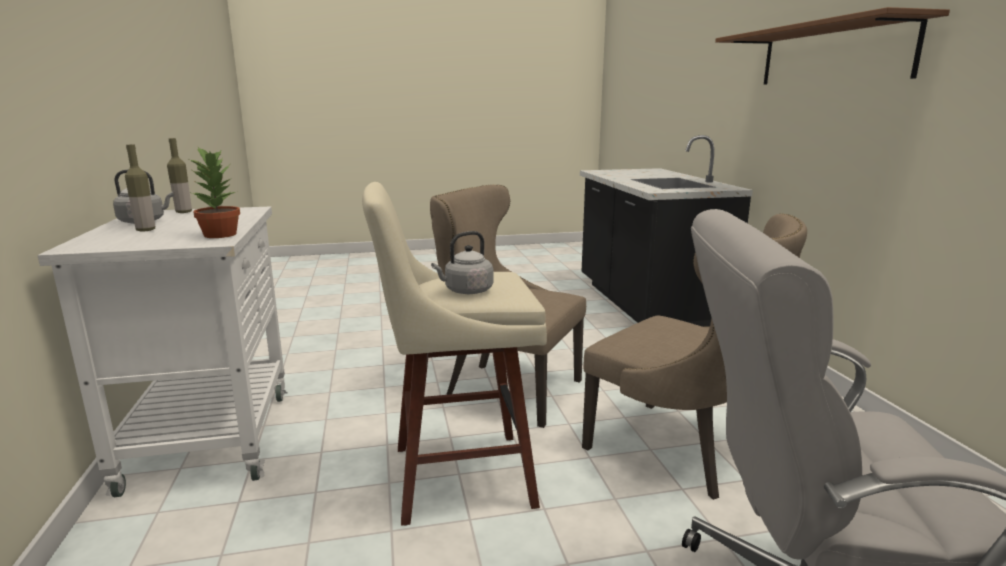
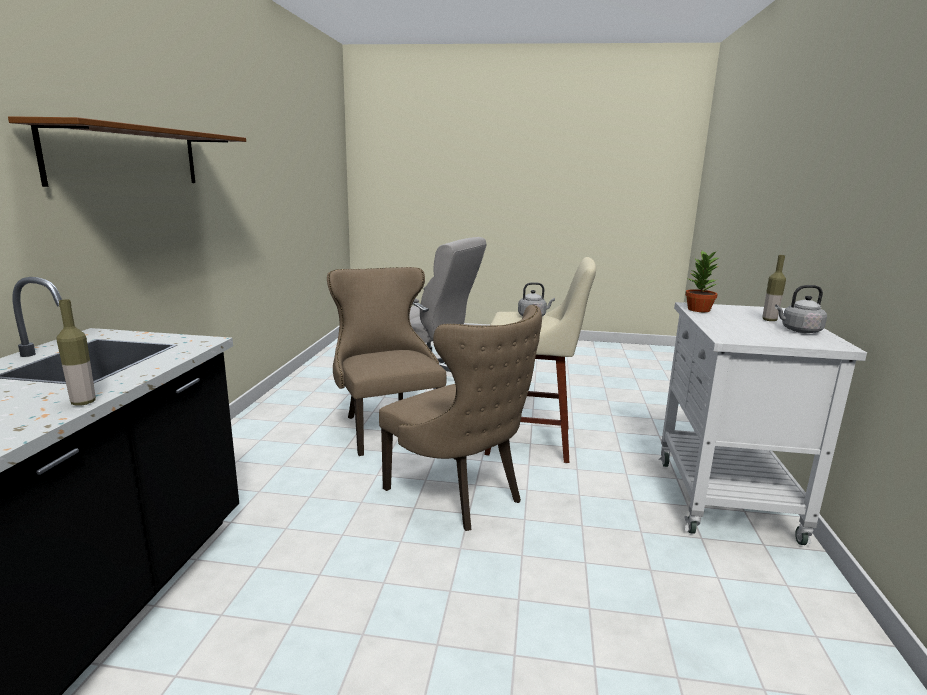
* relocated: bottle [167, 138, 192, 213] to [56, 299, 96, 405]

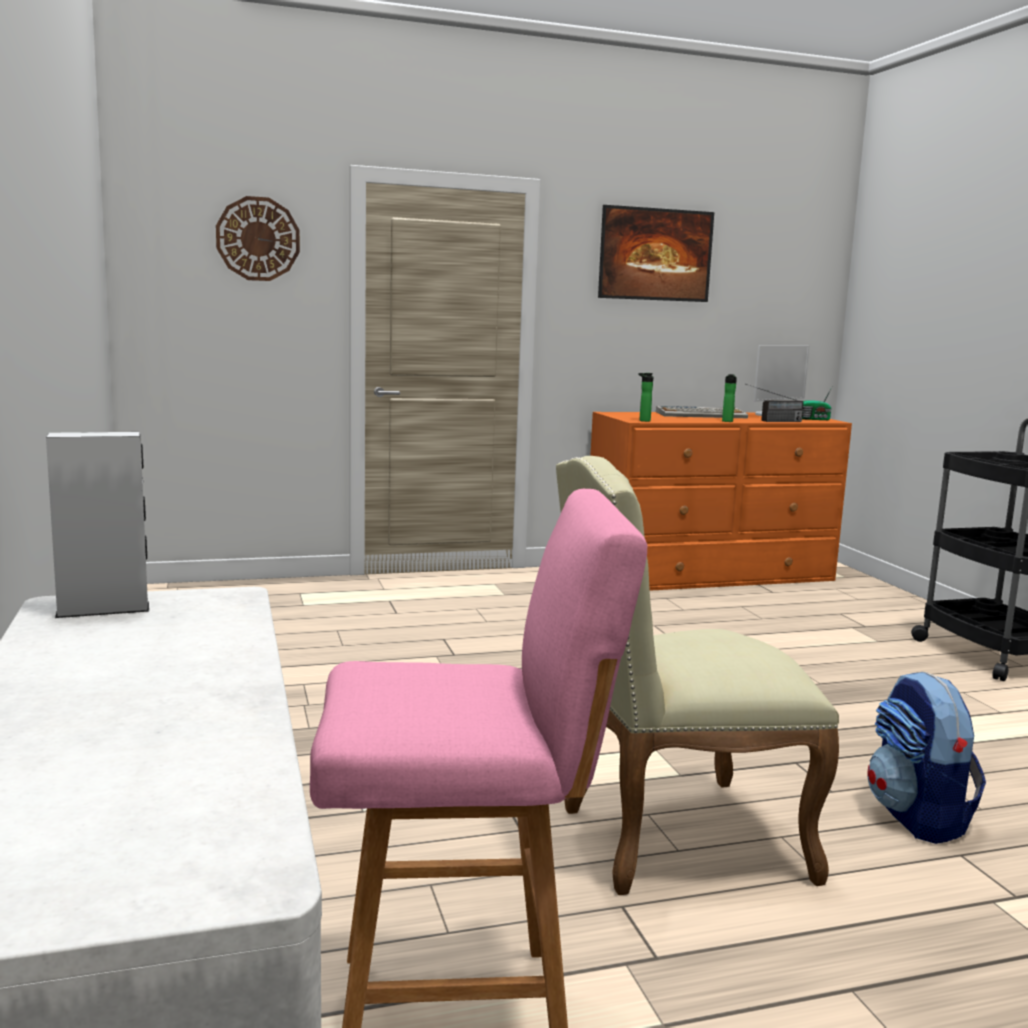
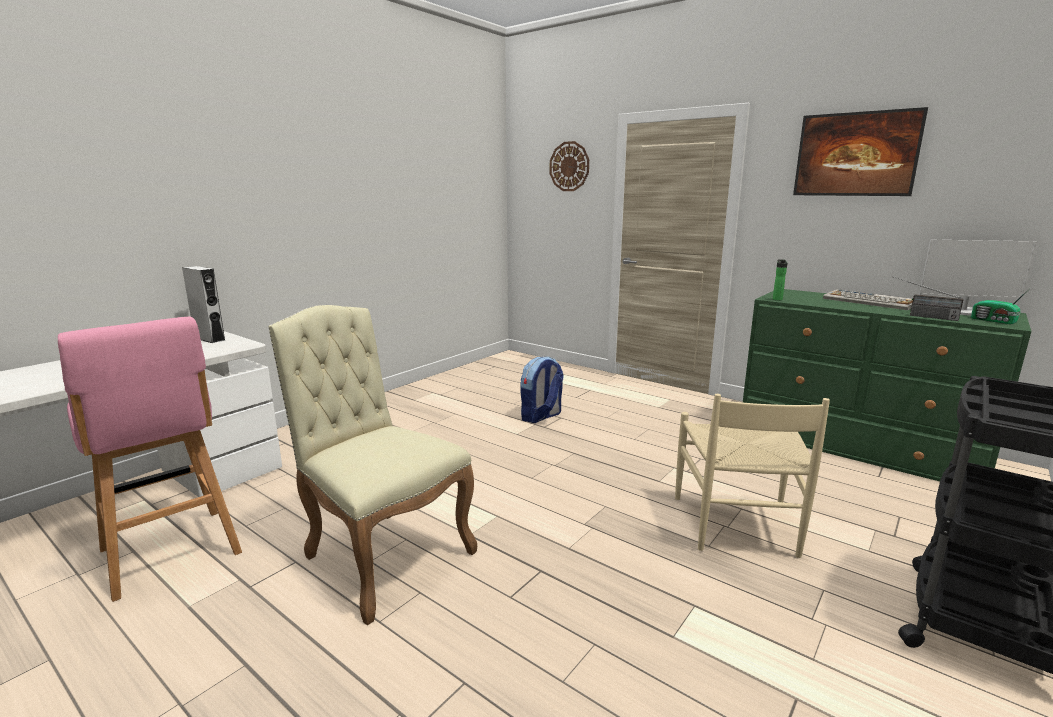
* relocated: backpack [867, 672, 986, 844] to [520, 356, 564, 423]
* appeared: plain chair in sand-coloured [675, 394, 830, 558]
* colour: chest of drawers in orange-coloured [590, 412, 852, 591] to chest of drawers in green-coloured [743, 289, 1031, 481]
* missing: bottle [722, 374, 737, 422]

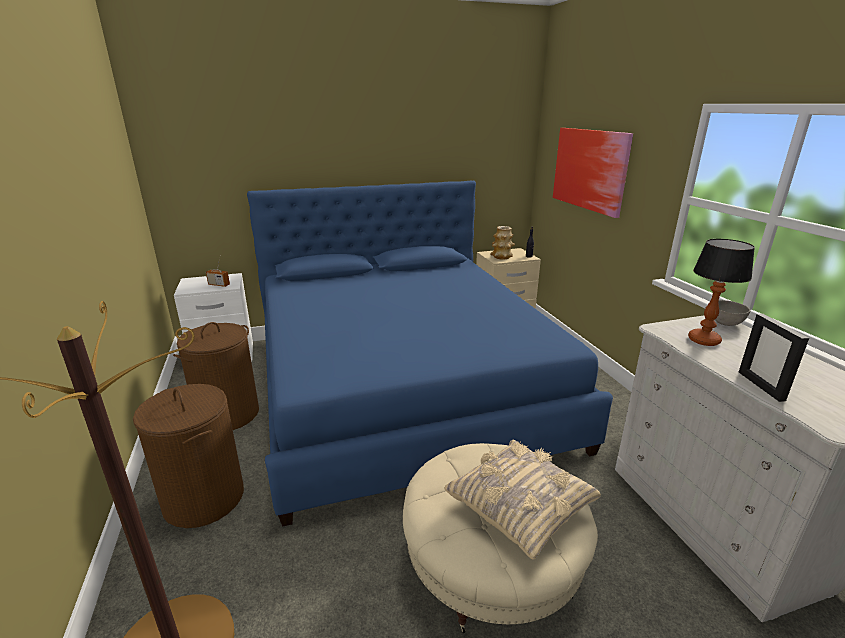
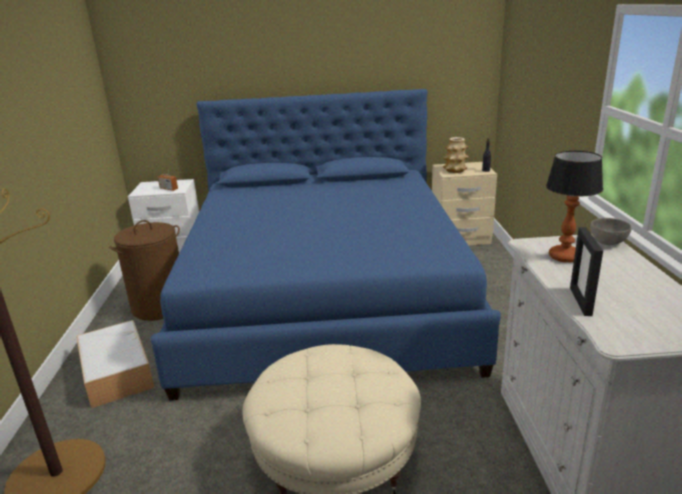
* exchanged: washing basket in brown-coloured [133, 384, 244, 528] to storage container [76, 320, 155, 408]
* missing: pillow in sand-coloured [445, 440, 601, 559]
* missing: wall picture [553, 128, 633, 218]

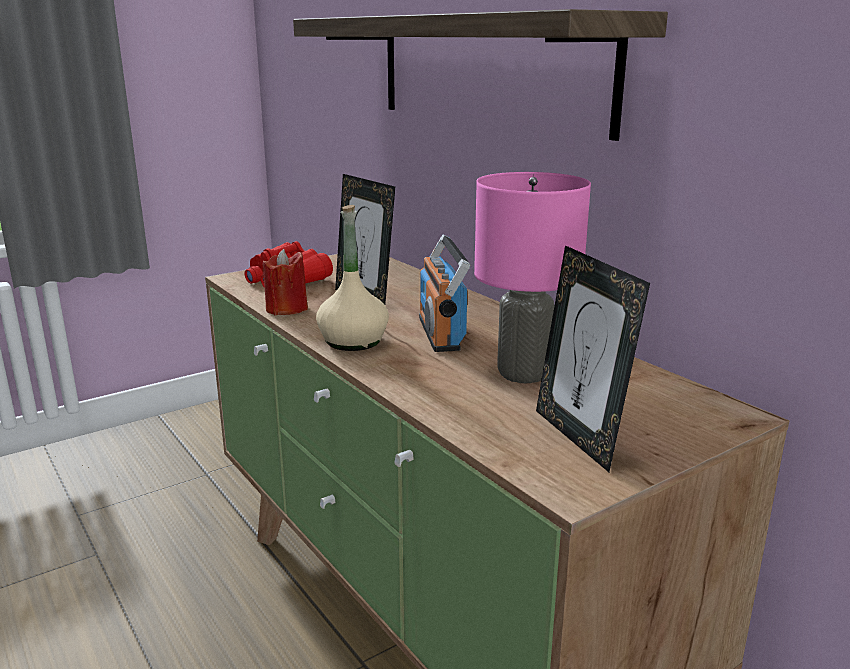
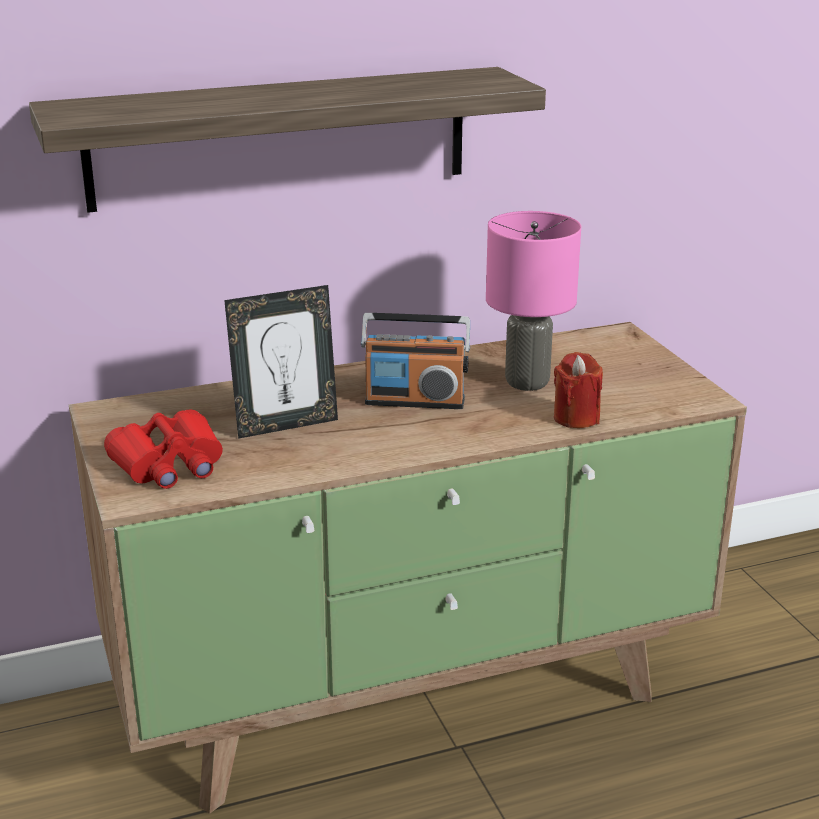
* relocated: wax light in reddish [262, 249, 308, 315] to [554, 352, 603, 428]
* missing: bottle in sand-coloured [316, 205, 389, 351]
* missing: photo frame [536, 245, 650, 472]

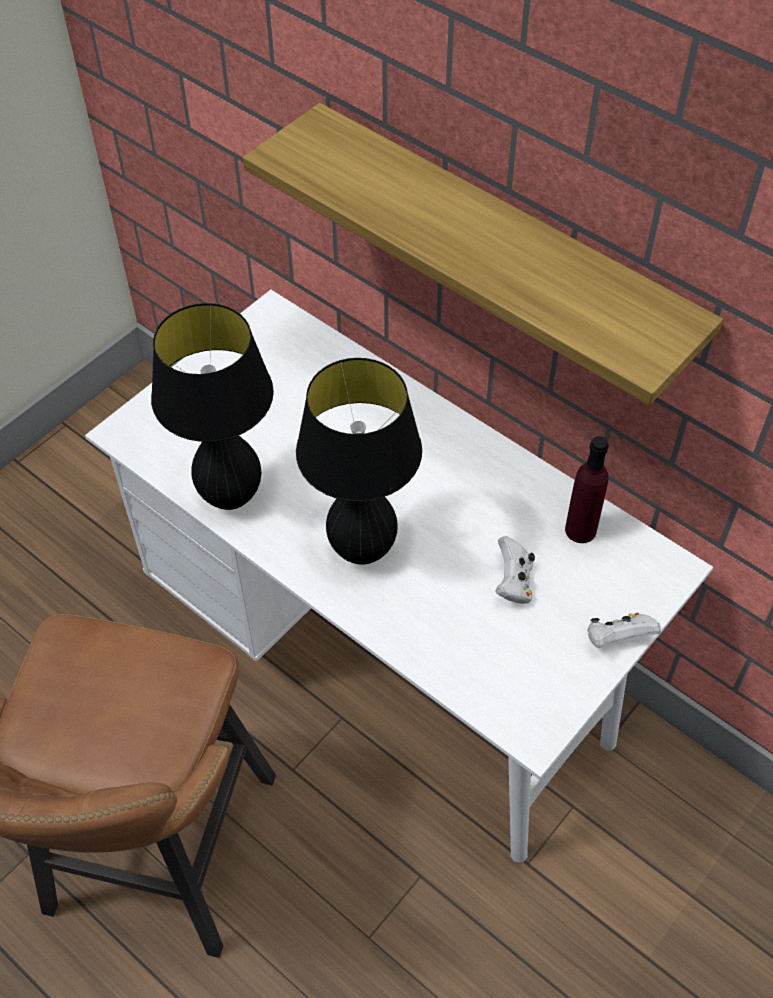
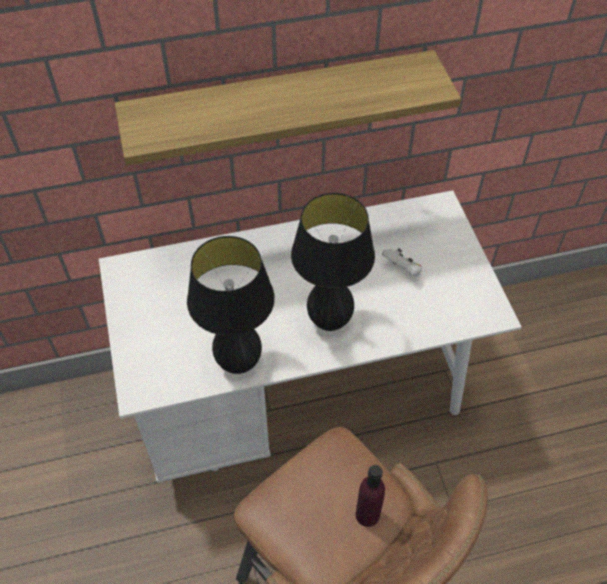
* relocated: bottle in purple [565, 436, 609, 543] to [356, 465, 385, 527]
* missing: game controller in white-coloured [587, 613, 661, 648]

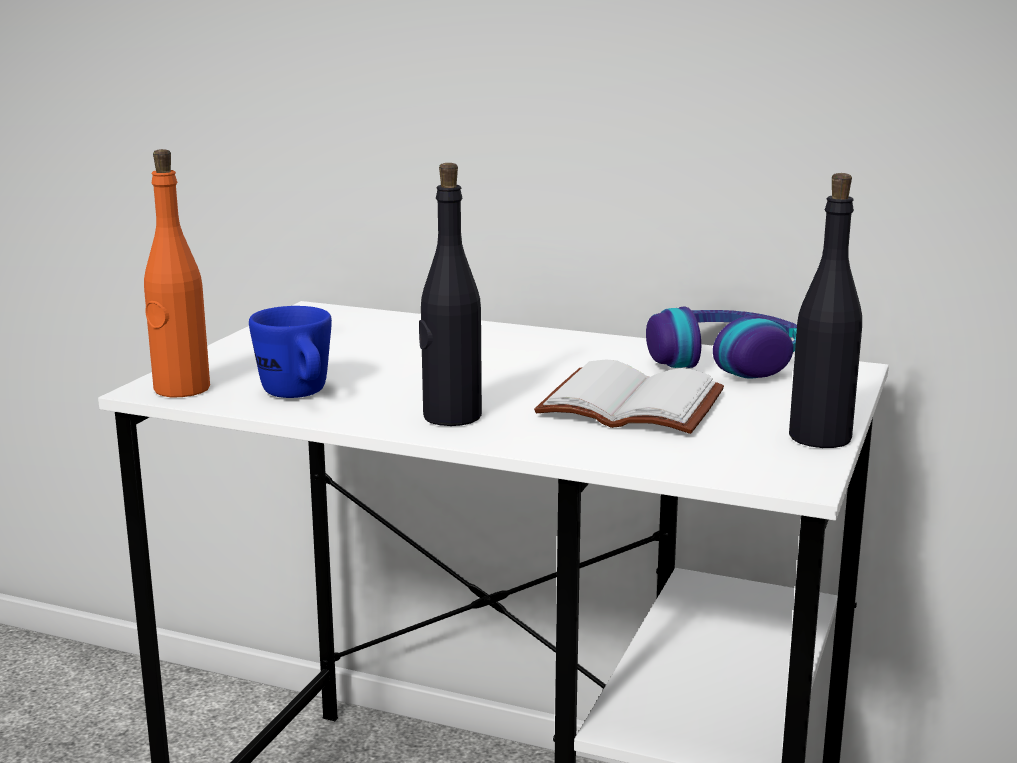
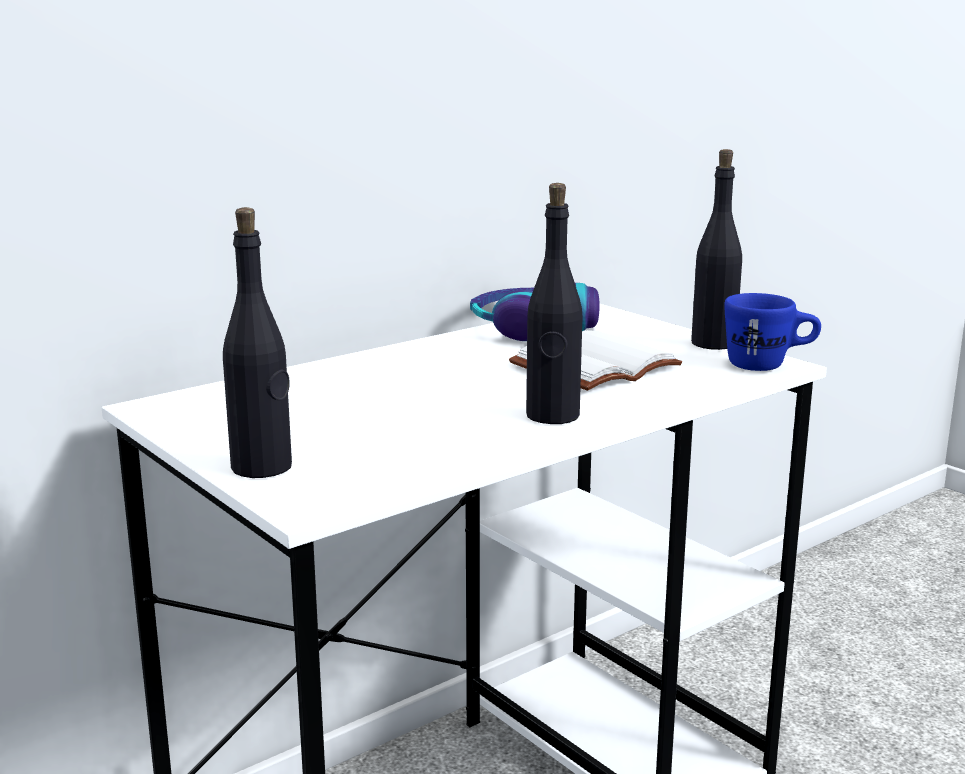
* appeared: bottle in black [223, 207, 292, 478]
* relocated: mug in bluish [249, 306, 332, 398] to [724, 293, 821, 371]
* missing: bottle in orange-coloured [144, 149, 210, 398]

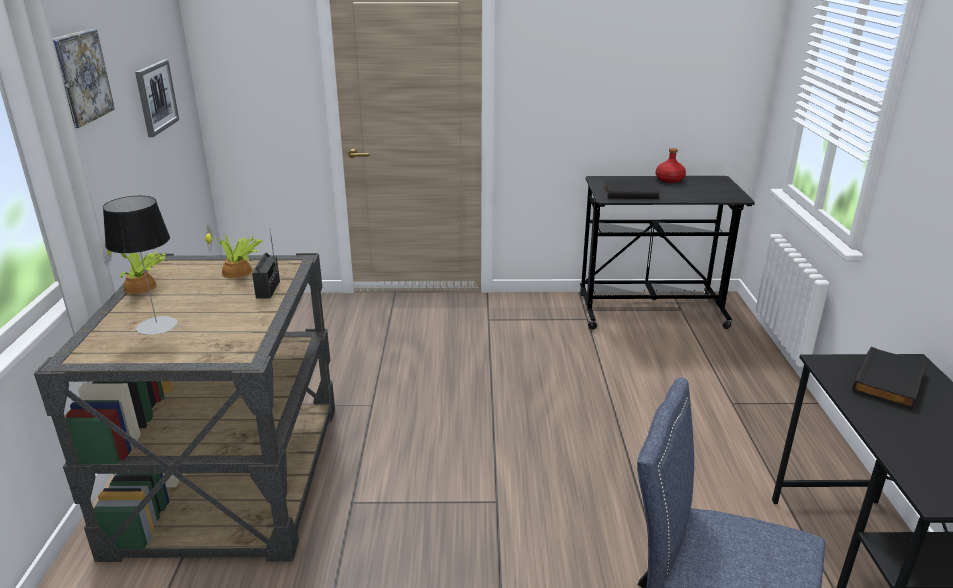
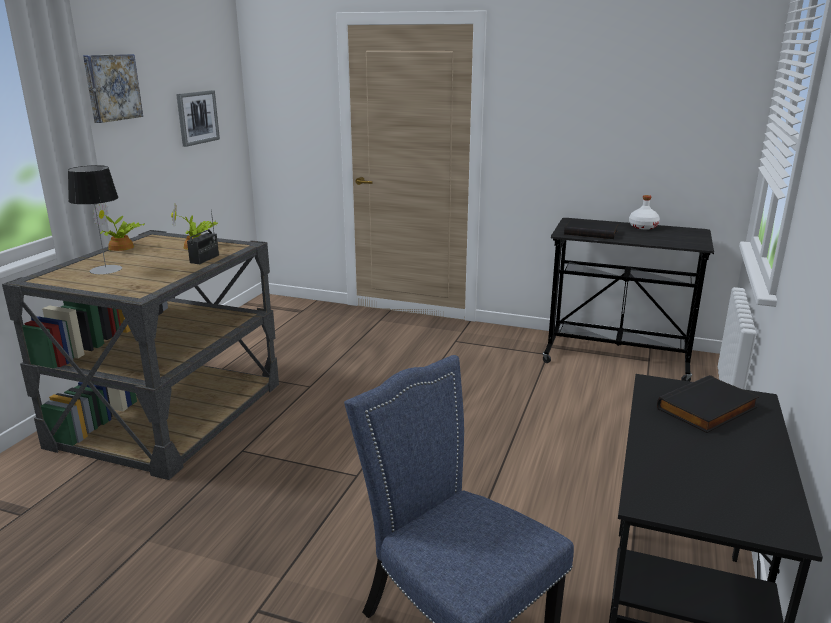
* colour: bottle in reddish [655, 148, 686, 183] to bottle in white-coloured [629, 195, 660, 229]

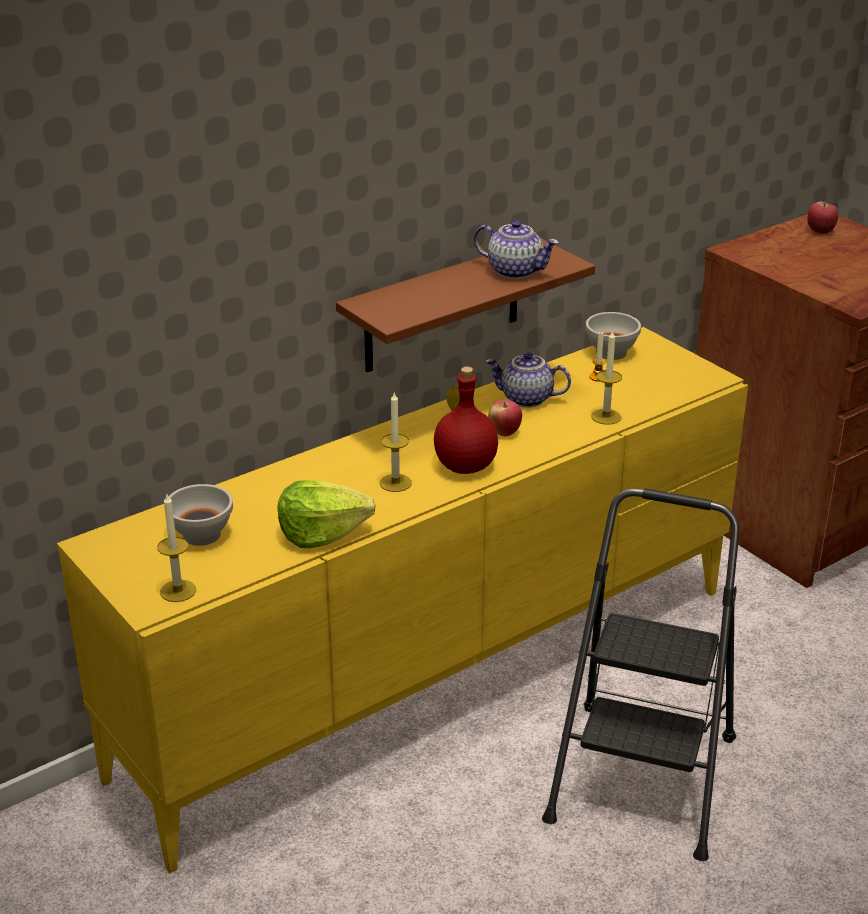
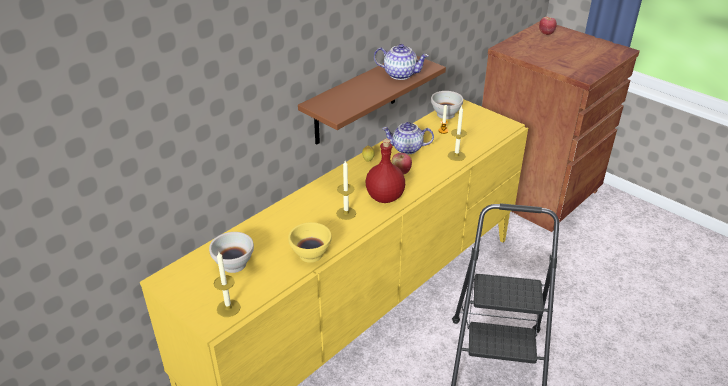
* exchanged: lettuce head [278, 480, 376, 548] to bowl in yellow [288, 222, 332, 263]

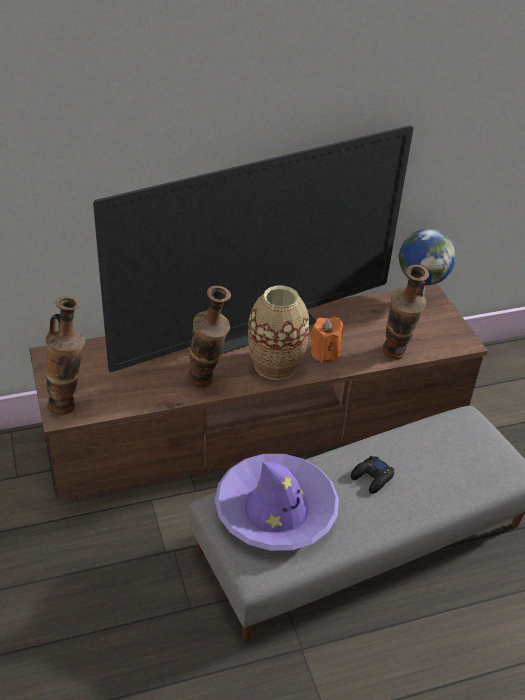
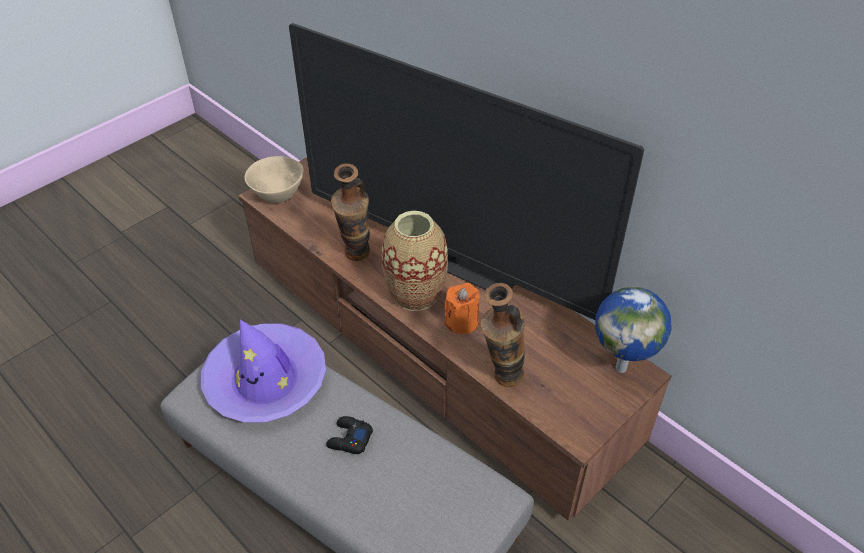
* exchanged: vase [45, 296, 85, 415] to bowl in sand-coloured [244, 156, 304, 203]

